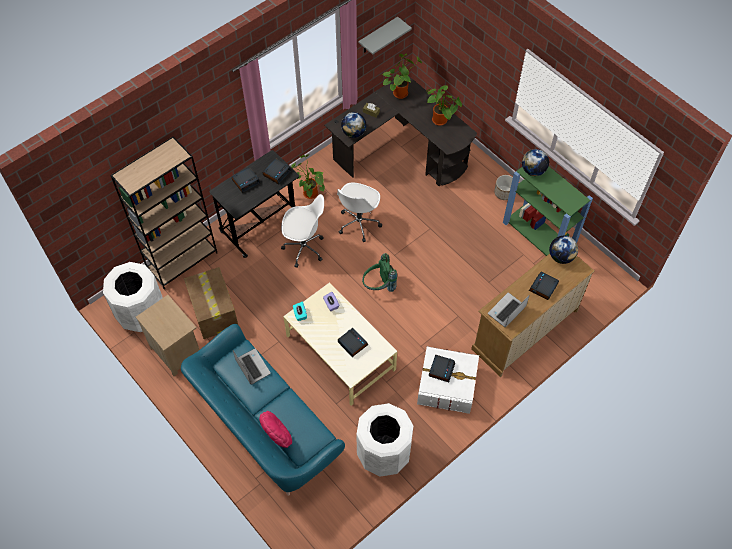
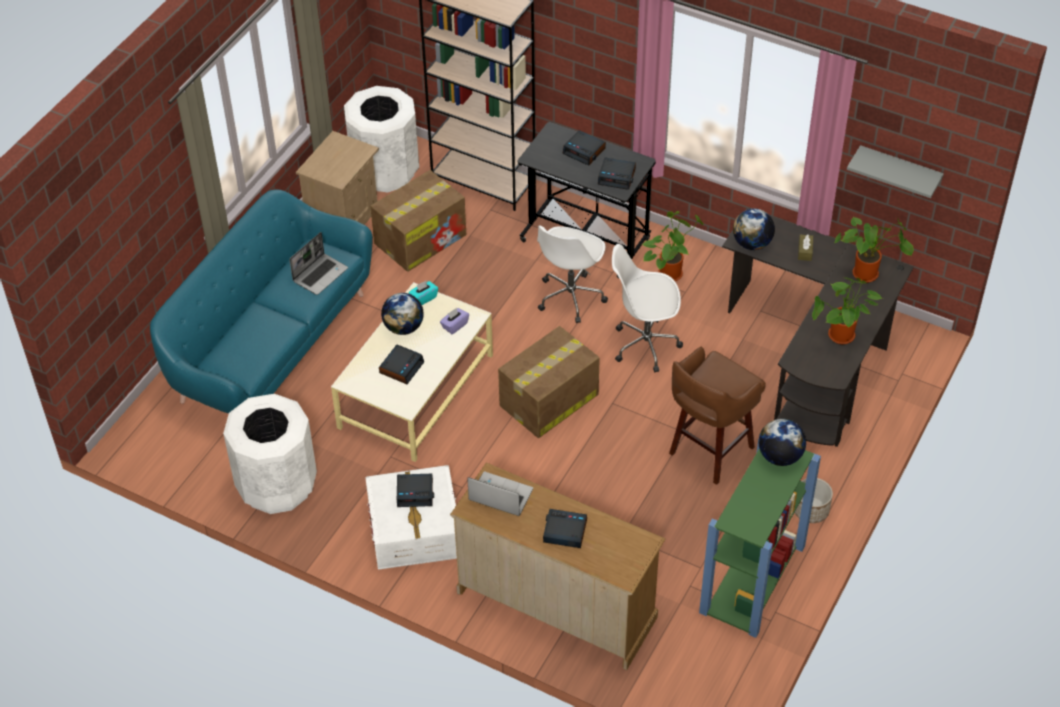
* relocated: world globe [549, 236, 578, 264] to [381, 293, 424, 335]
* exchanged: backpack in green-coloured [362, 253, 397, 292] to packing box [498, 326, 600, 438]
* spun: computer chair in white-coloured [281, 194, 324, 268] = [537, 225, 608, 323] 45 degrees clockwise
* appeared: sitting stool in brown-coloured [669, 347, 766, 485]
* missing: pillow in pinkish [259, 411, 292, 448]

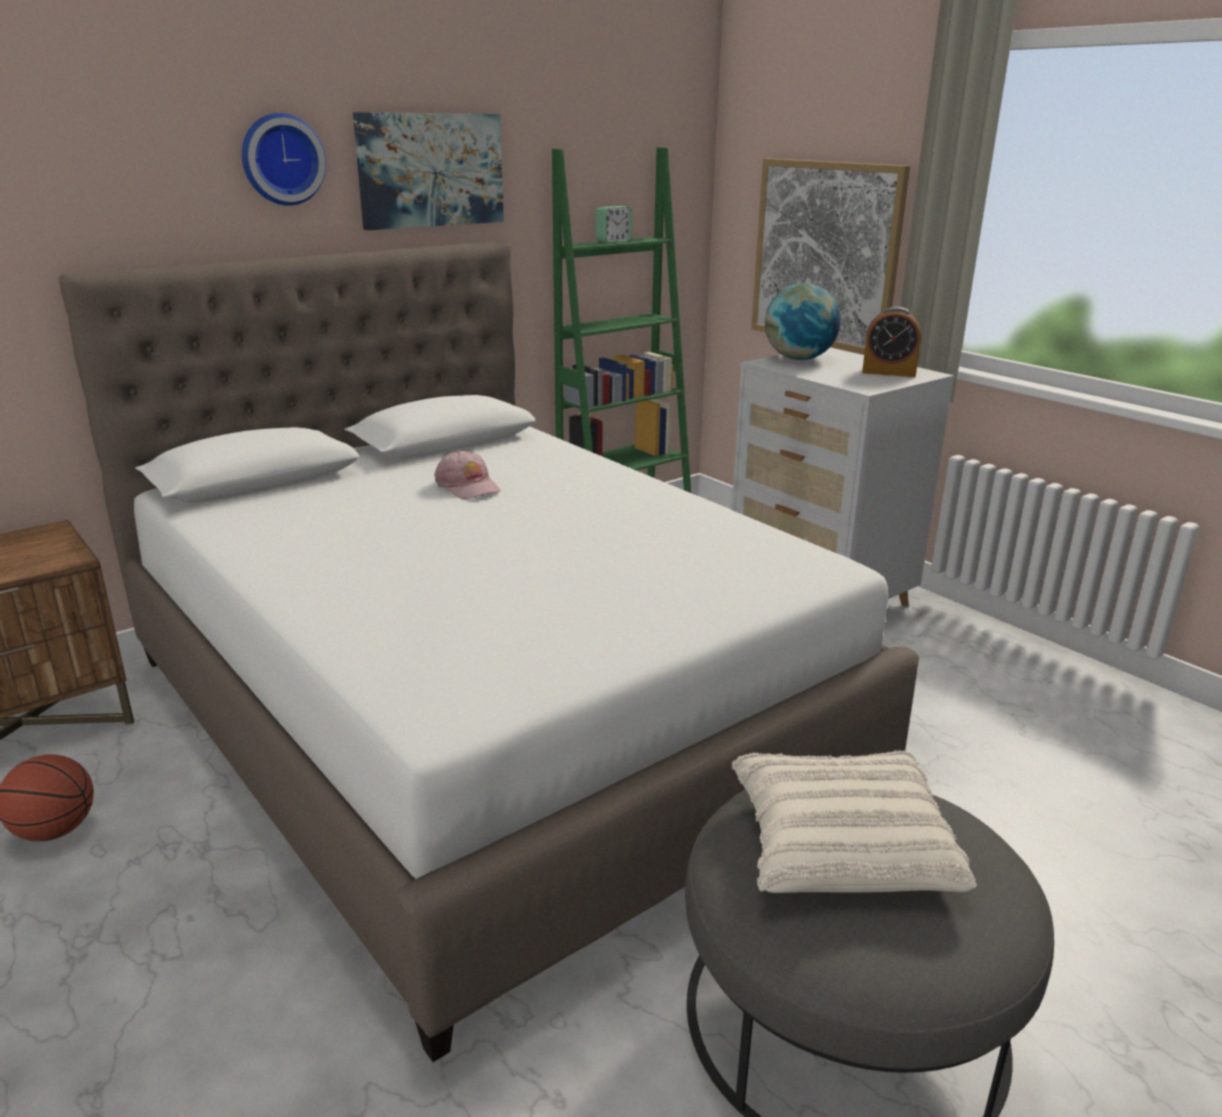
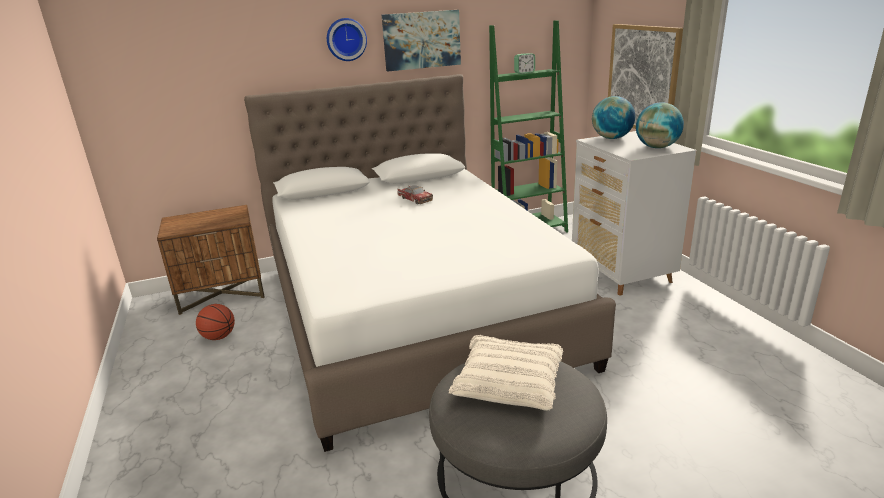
* exchanged: peaked cap in pinkish [434, 450, 501, 499] to model car [397, 185, 433, 204]
* exchanged: alarm clock [862, 307, 921, 377] to world globe [636, 102, 684, 148]

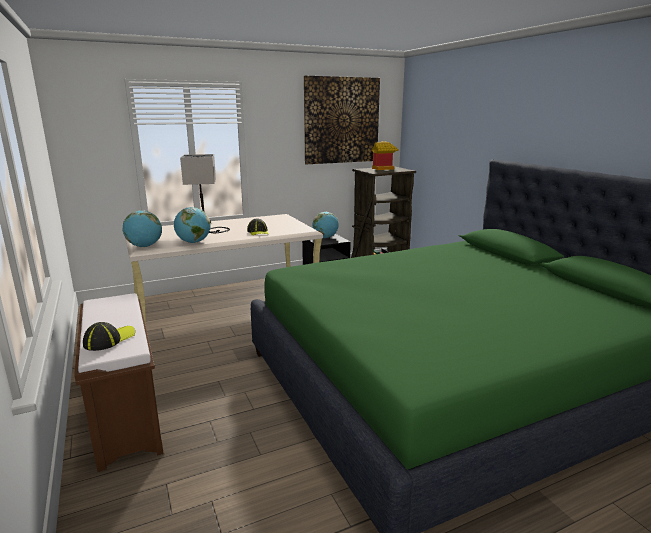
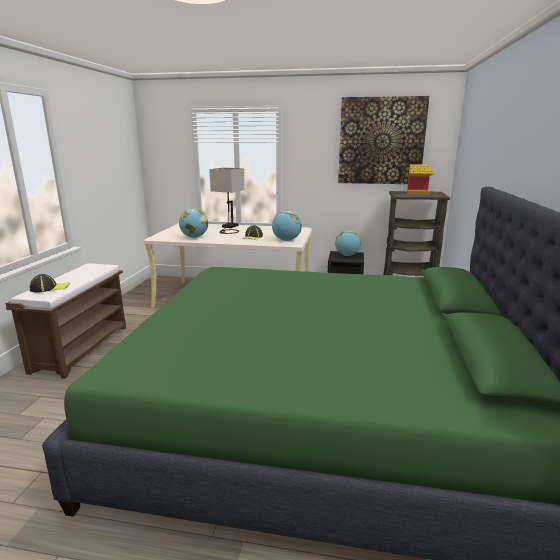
* relocated: world globe [122, 210, 162, 247] to [272, 211, 302, 241]

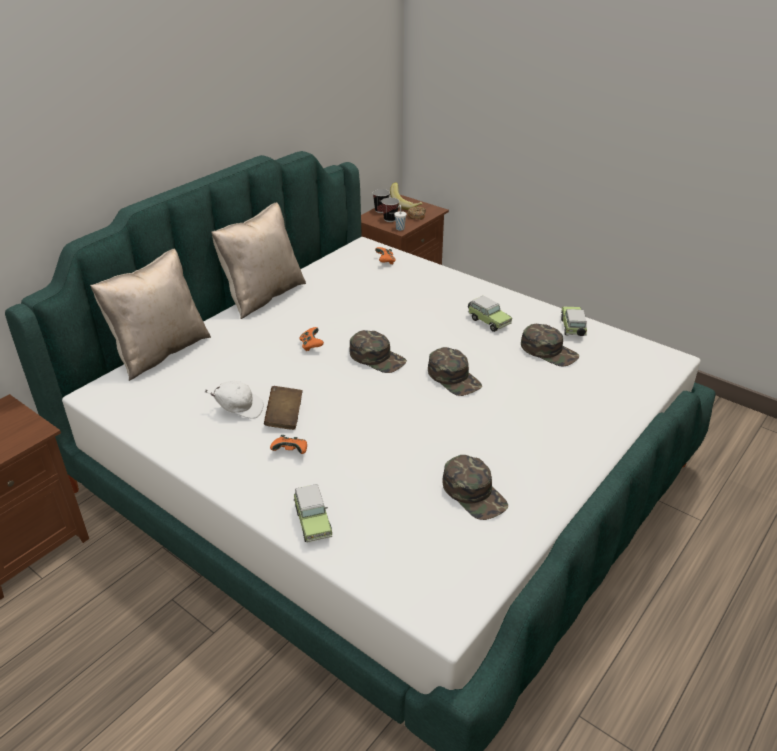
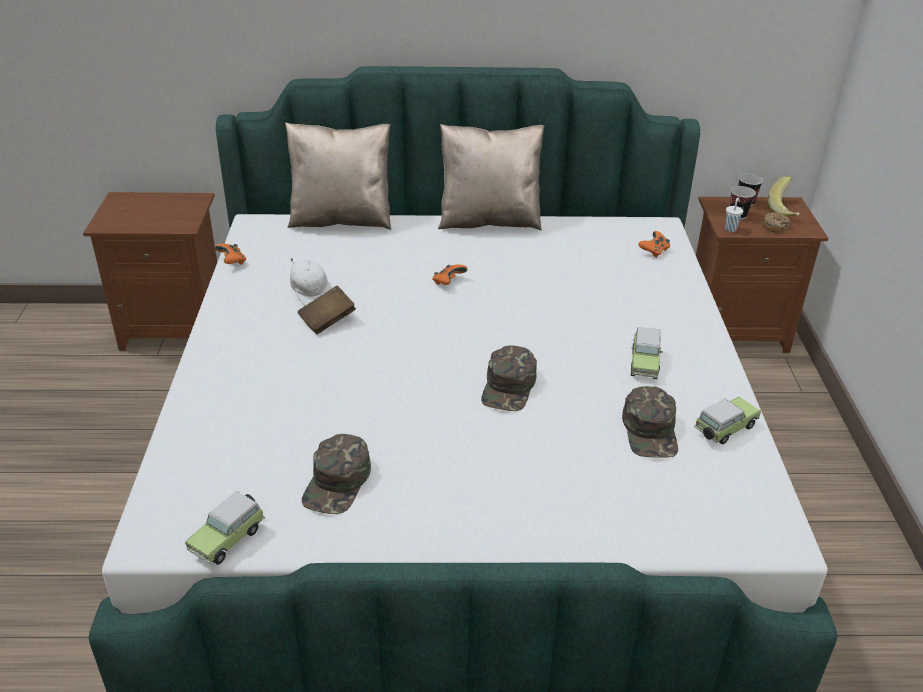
* relocated: model car [293, 484, 332, 543] to [185, 491, 265, 564]
* relocated: game controller in orange-coloured [270, 435, 307, 454] to [214, 244, 246, 265]
* missing: peaked cap in green-coloured [349, 330, 407, 373]

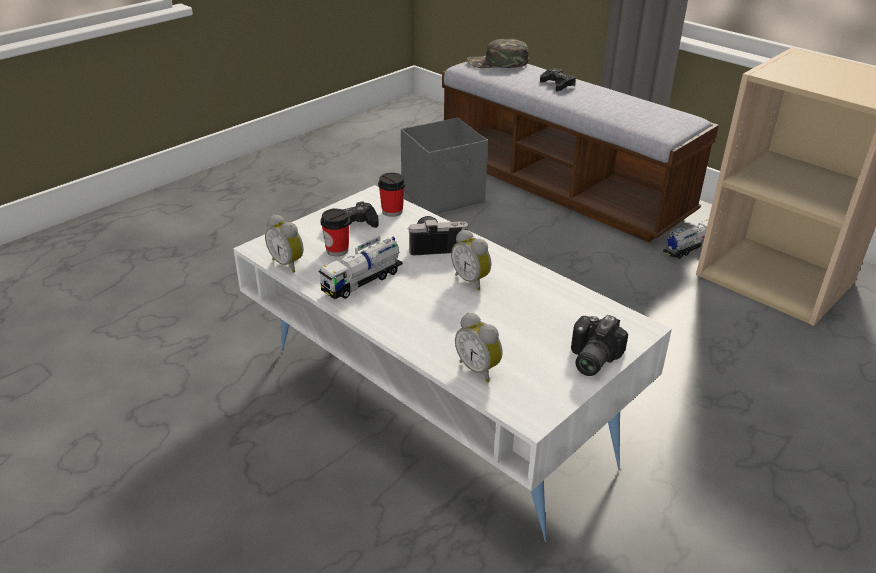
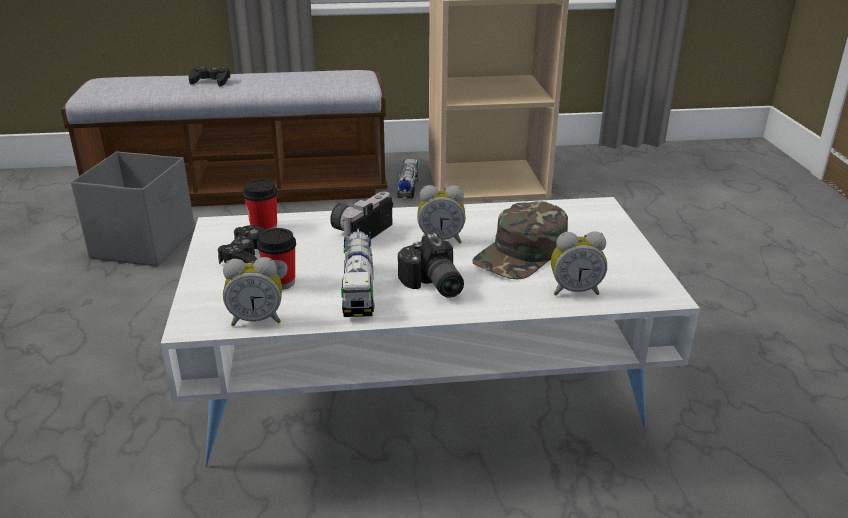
* relocated: still camera [571, 315, 628, 376] to [398, 233, 464, 298]
* relocated: peaked cap in green-coloured [467, 39, 529, 68] to [472, 201, 568, 279]

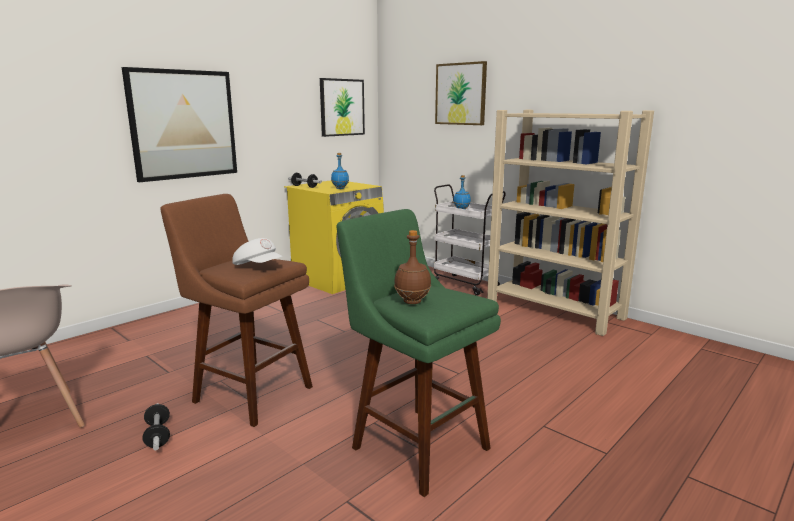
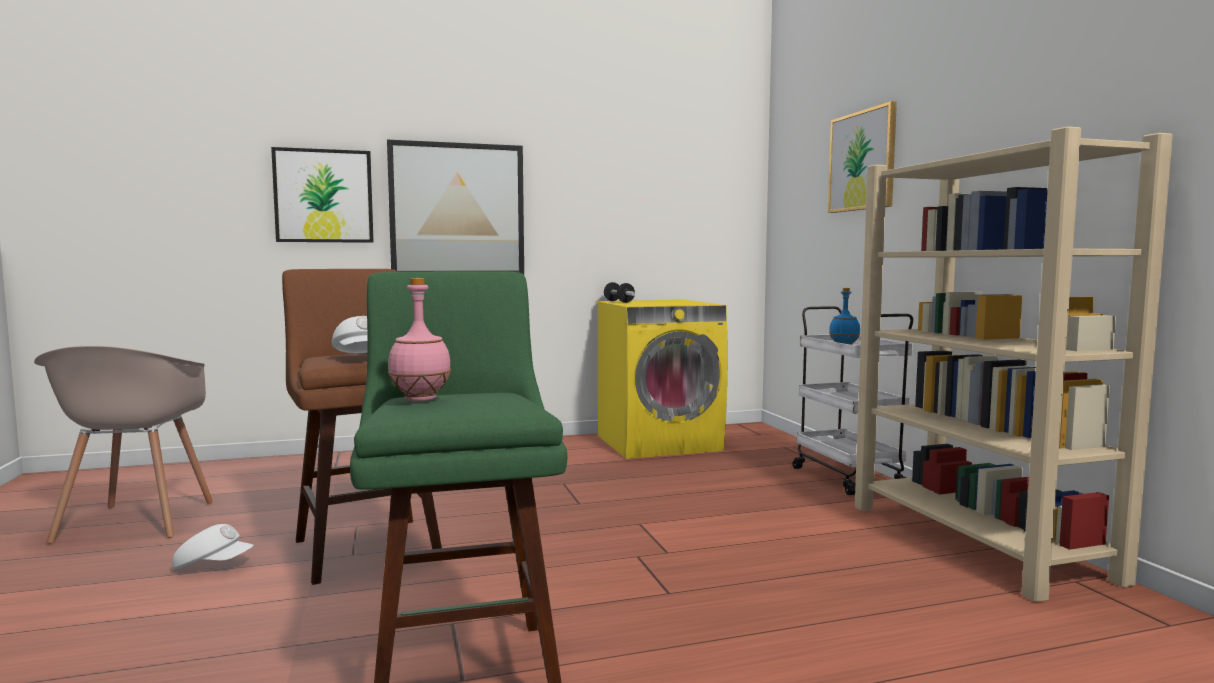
* exchanged: hand weight [142, 403, 170, 450] to peaked cap in white-coloured [172, 524, 254, 569]
* relocated: wall picture [320, 78, 365, 137] to [271, 147, 374, 243]
* colour: bottle in brown-coloured [394, 230, 431, 304] to bottle in pinkish [388, 278, 451, 401]
* missing: bottle in bluish [331, 153, 349, 189]

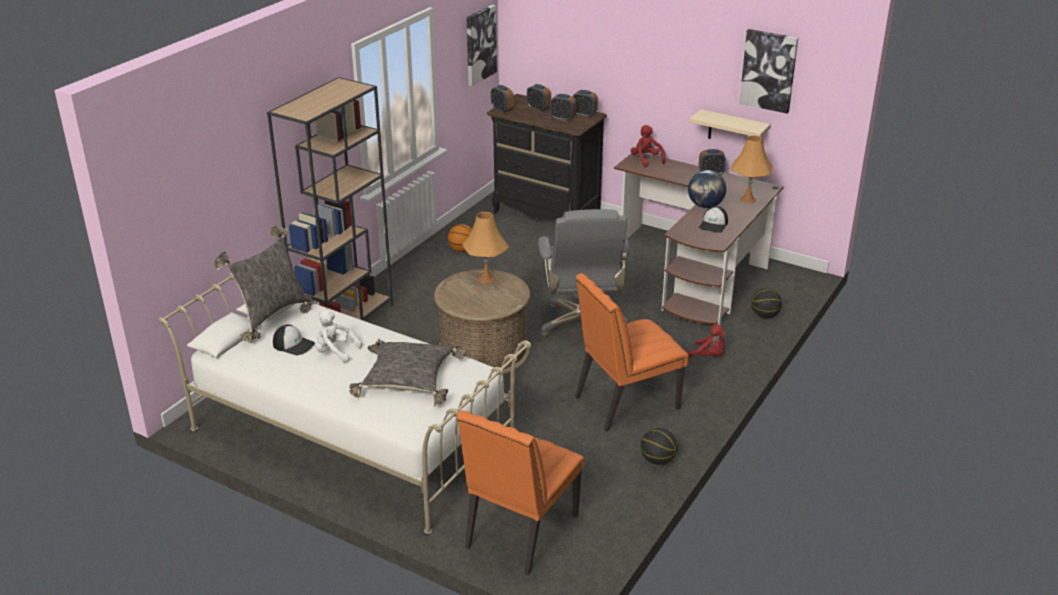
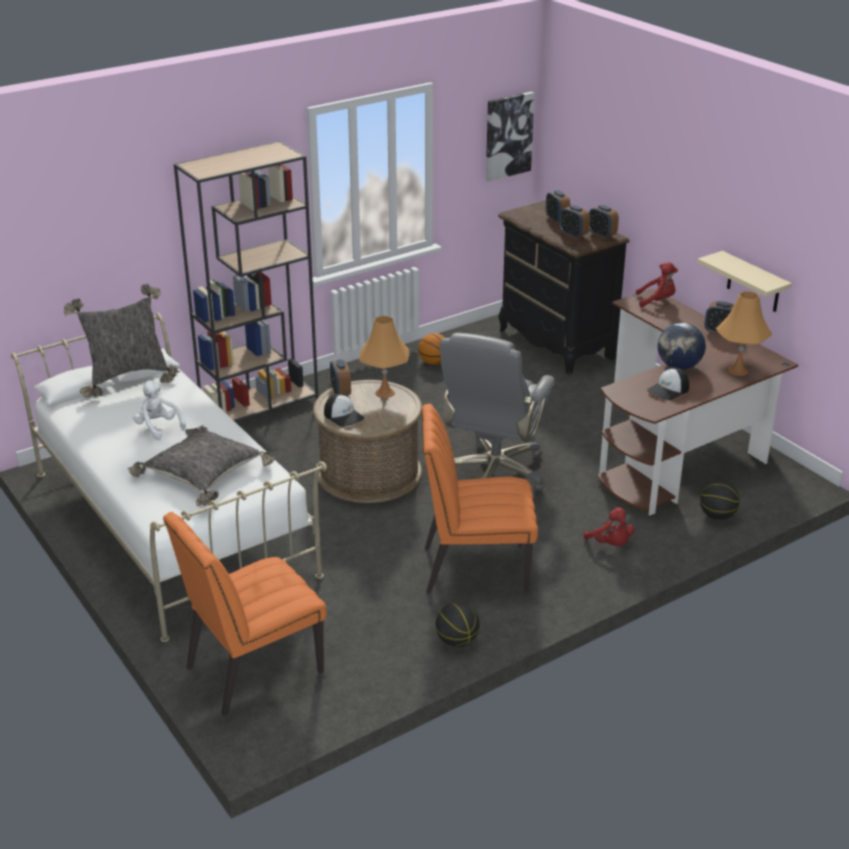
* relocated: peaked cap [273, 324, 315, 356] to [324, 393, 364, 427]
* relocated: alarm clock [491, 85, 514, 113] to [330, 359, 351, 396]
* spun: plush toy in reddish [631, 125, 666, 167] = [636, 262, 678, 307] 90 degrees clockwise
* missing: wall picture [739, 29, 798, 114]

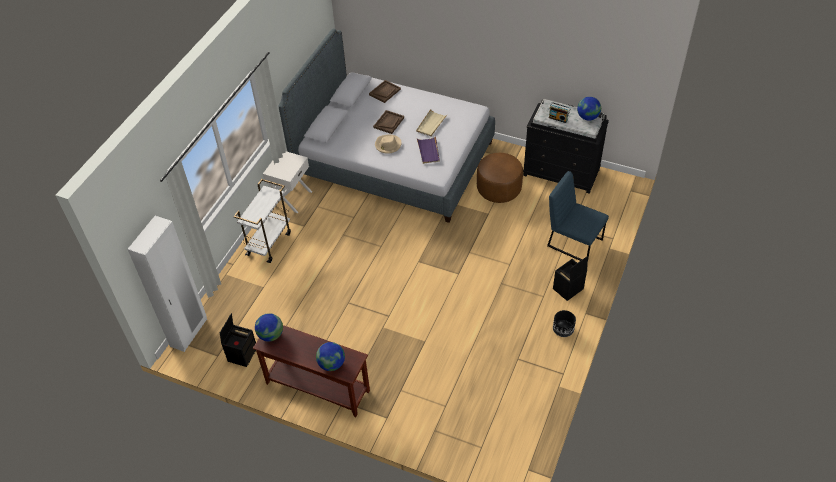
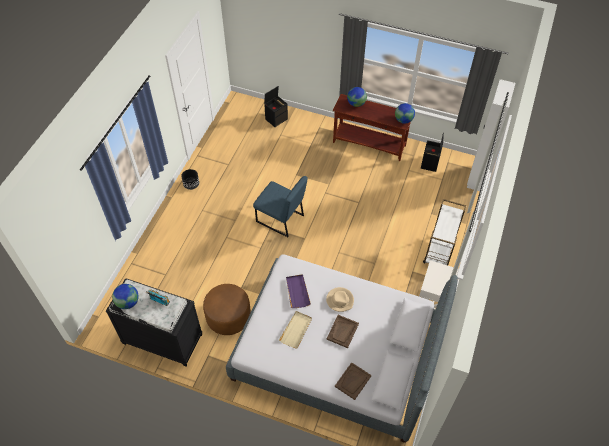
* relocated: plain chair in bluish [547, 171, 609, 263] to [253, 176, 308, 237]
* relocated: storage container in black [553, 256, 588, 301] to [264, 86, 288, 127]

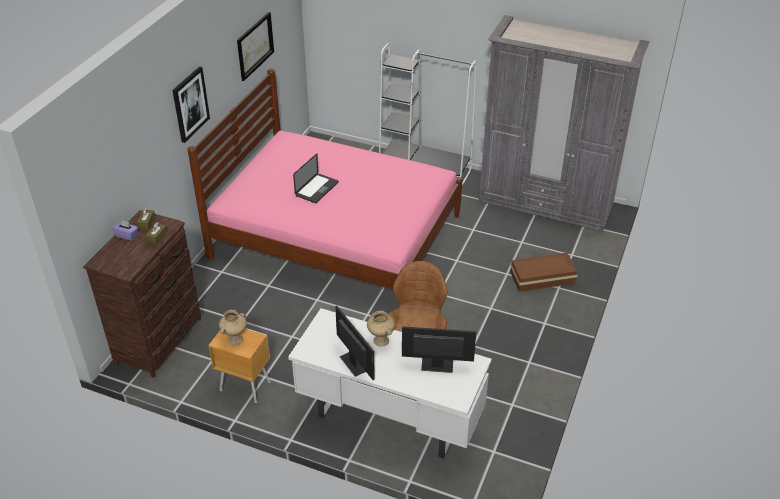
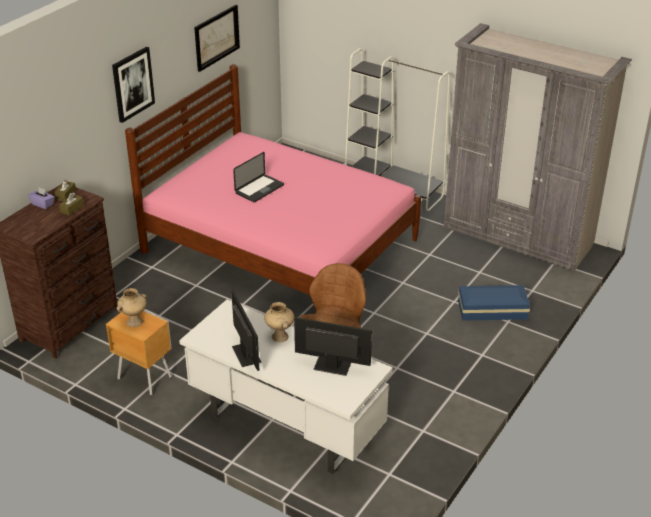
* colour: storage container in brown-coloured [510, 253, 577, 292] to storage container in bluish [458, 285, 530, 321]

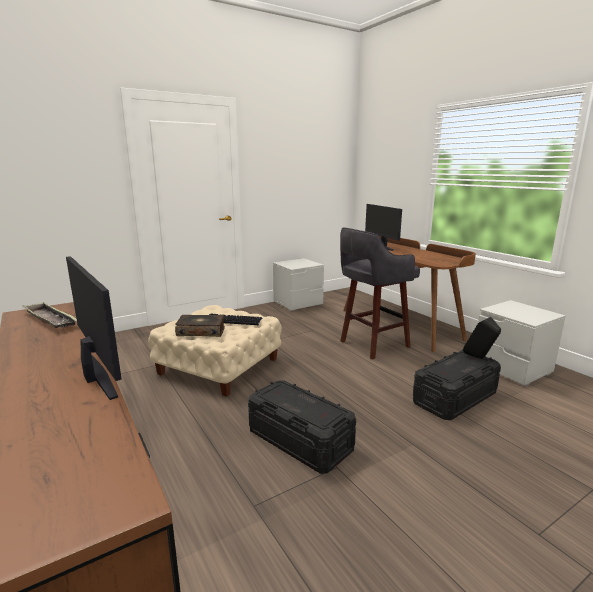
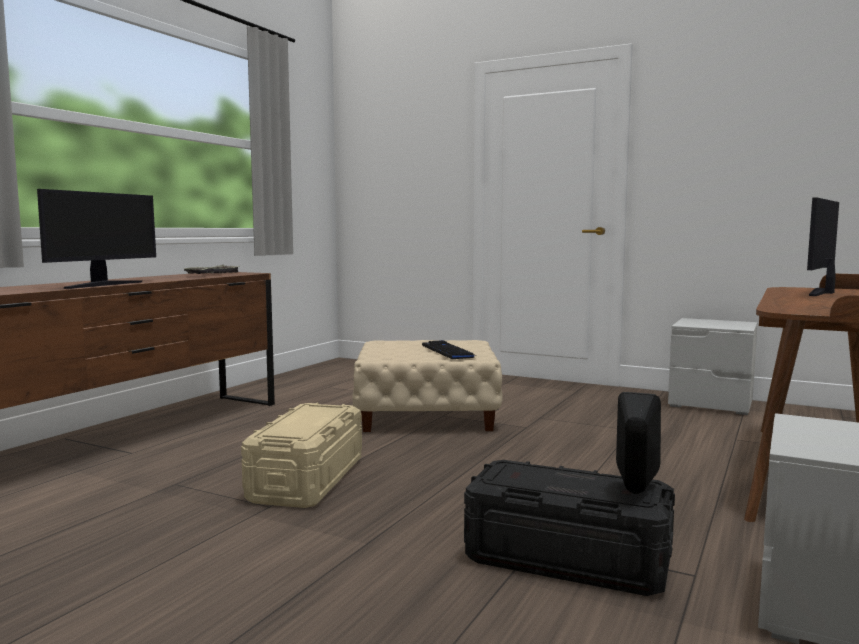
* colour: storage container in black [248, 380, 356, 474] to storage container in sand-coloured [241, 403, 362, 508]
* missing: bound book [175, 315, 225, 337]
* missing: sitting stool in gray [340, 228, 420, 359]

